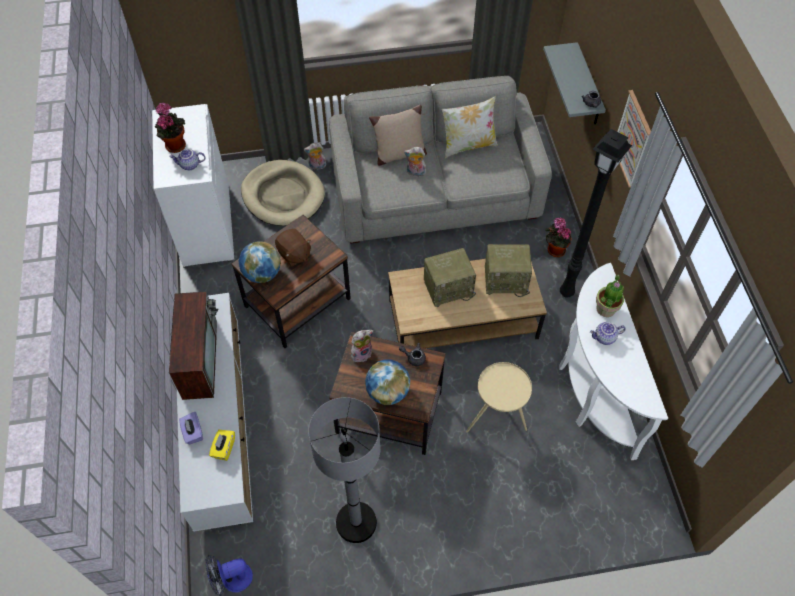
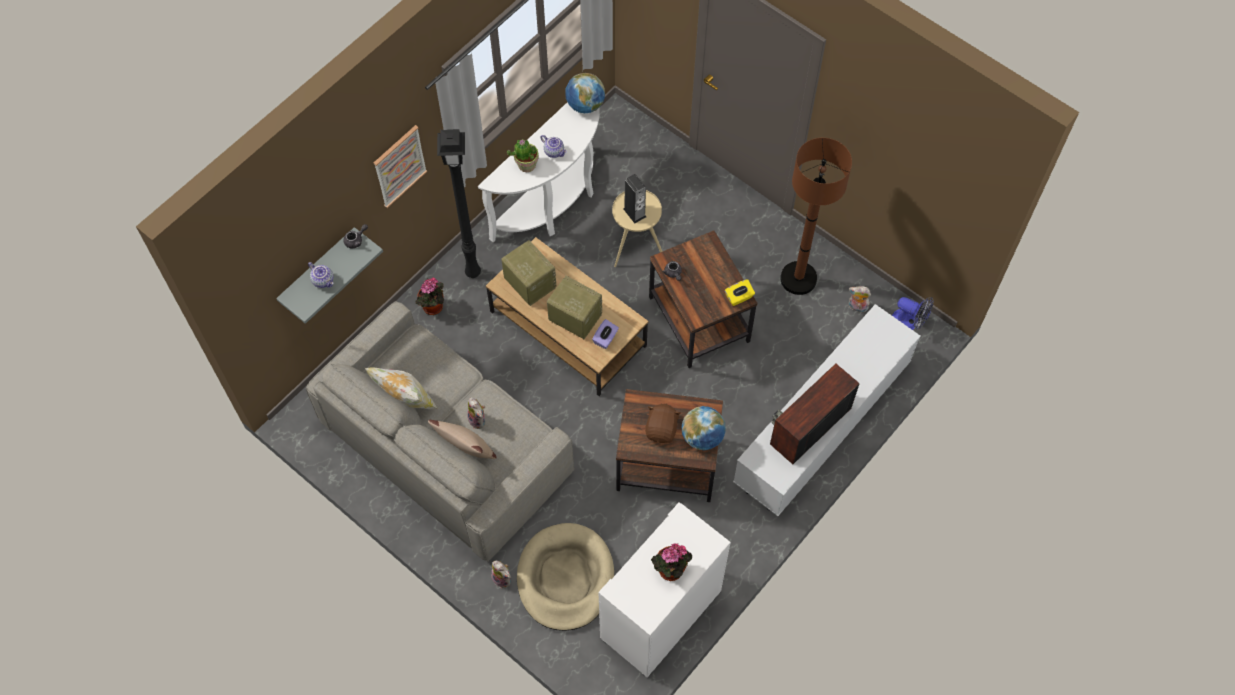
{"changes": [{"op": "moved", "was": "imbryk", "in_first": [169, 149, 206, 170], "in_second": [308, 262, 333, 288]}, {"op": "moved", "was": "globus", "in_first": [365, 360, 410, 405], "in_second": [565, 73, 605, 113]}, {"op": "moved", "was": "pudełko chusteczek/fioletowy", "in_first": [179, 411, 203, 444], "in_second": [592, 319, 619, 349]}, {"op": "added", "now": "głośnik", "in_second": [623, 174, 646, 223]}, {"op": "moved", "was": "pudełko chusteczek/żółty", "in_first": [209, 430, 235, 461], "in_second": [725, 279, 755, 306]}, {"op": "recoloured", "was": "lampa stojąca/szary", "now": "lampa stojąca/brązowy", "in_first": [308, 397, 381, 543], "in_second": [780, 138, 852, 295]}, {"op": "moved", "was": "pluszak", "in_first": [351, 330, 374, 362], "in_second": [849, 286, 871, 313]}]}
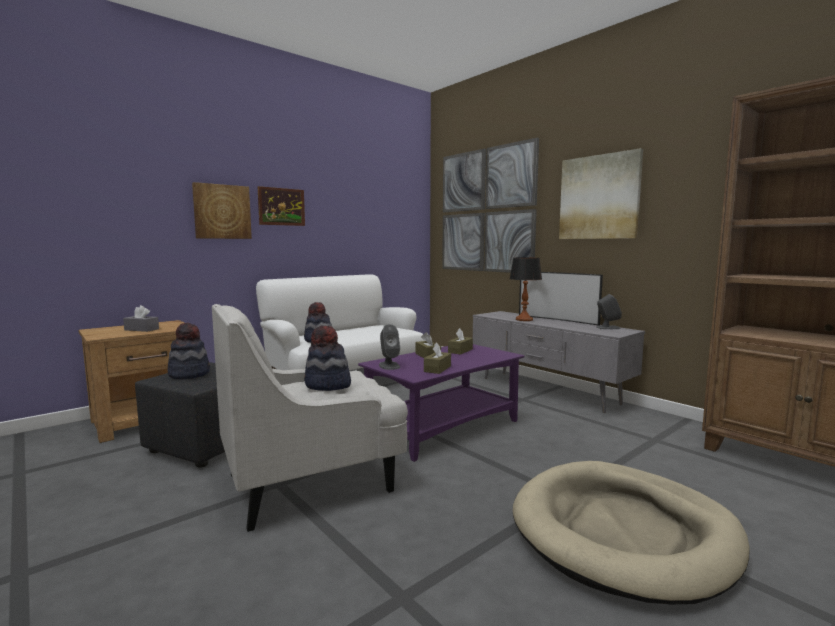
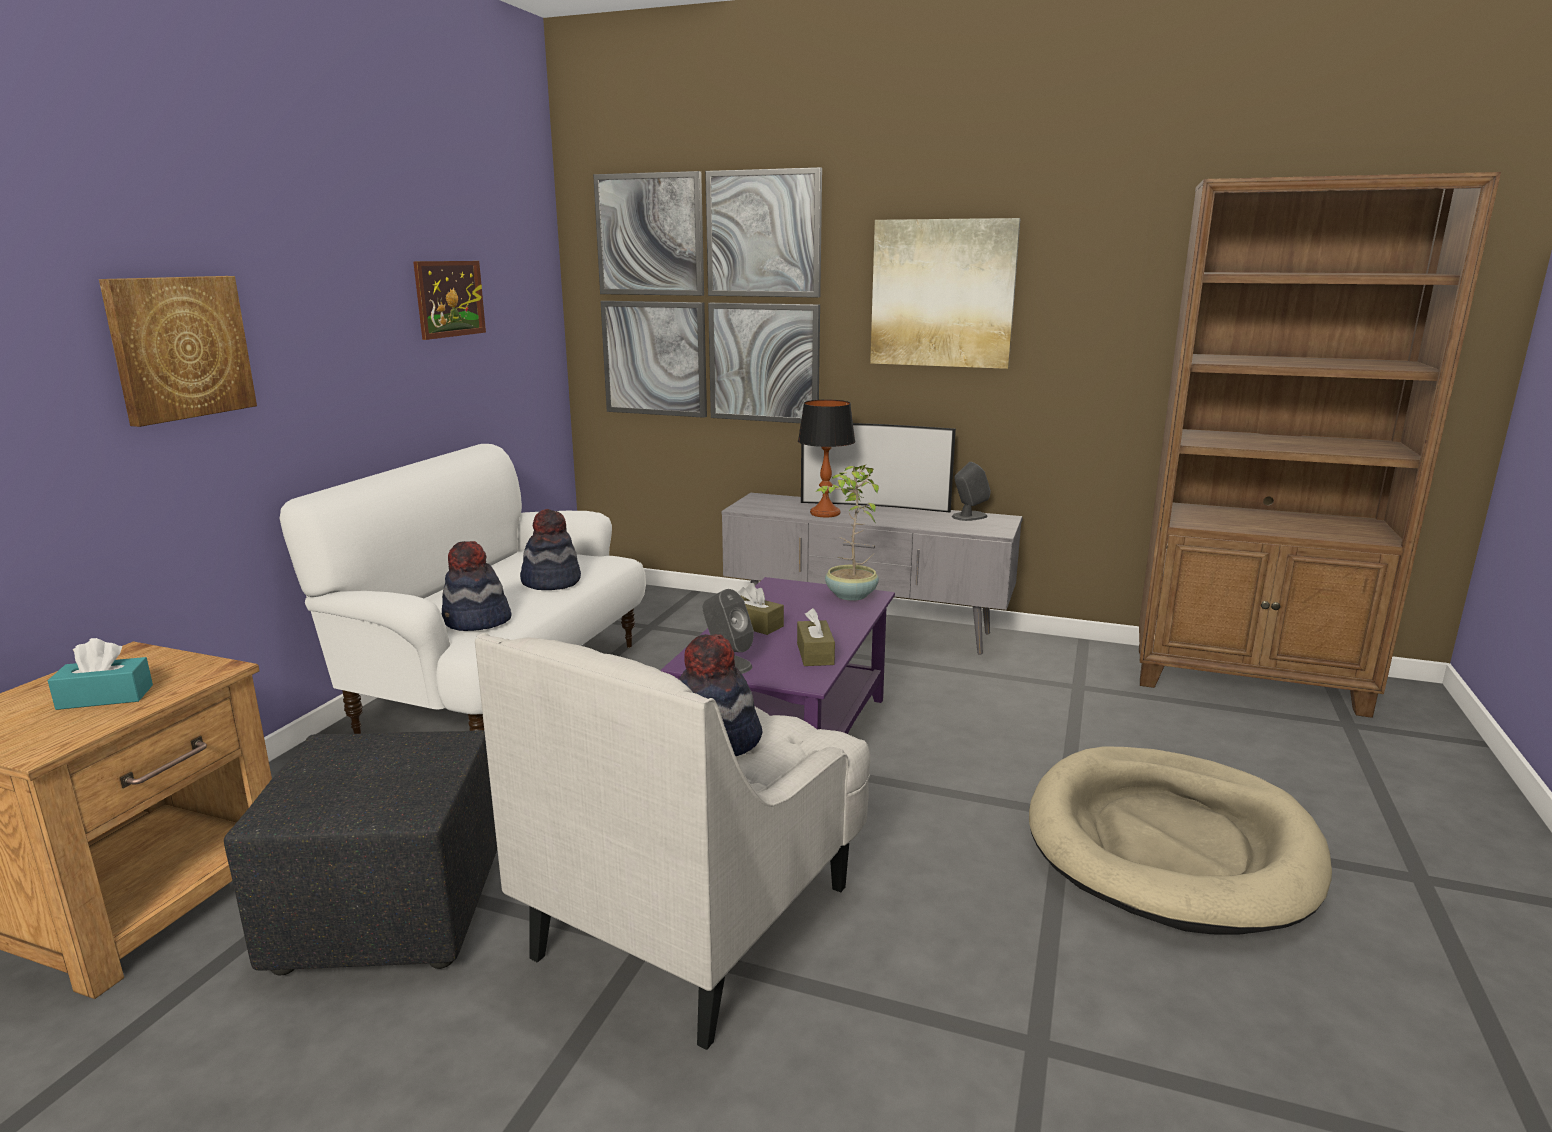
{"changes": [{"op": "recoloured", "was": "pudełko chusteczek/szary", "now": "pudełko chusteczek/turkusowy", "in_first": [123, 305, 159, 332], "in_second": [48, 638, 153, 710]}, {"op": "moved", "was": "obraz", "in_first": [257, 186, 305, 226], "in_second": [413, 261, 486, 340]}, {"op": "moved", "was": "kapelusz", "in_first": [168, 323, 210, 379], "in_second": [520, 509, 581, 590]}, {"op": "added", "now": "roślina doniczkowa", "in_second": [817, 465, 879, 601]}, {"op": "removed", "was": "pudełko chusteczek/brązowy", "in_first": [448, 328, 473, 355]}]}
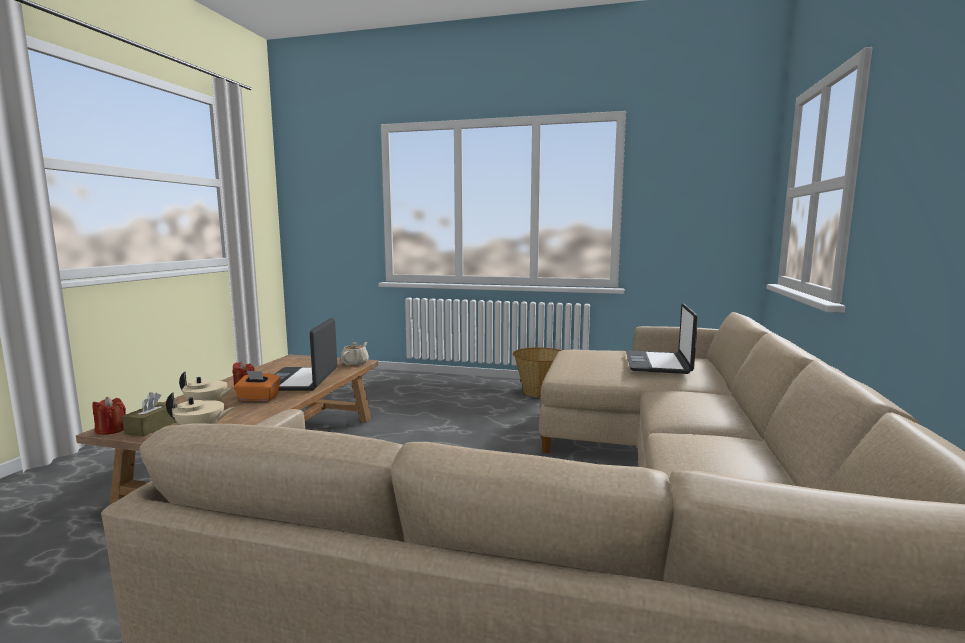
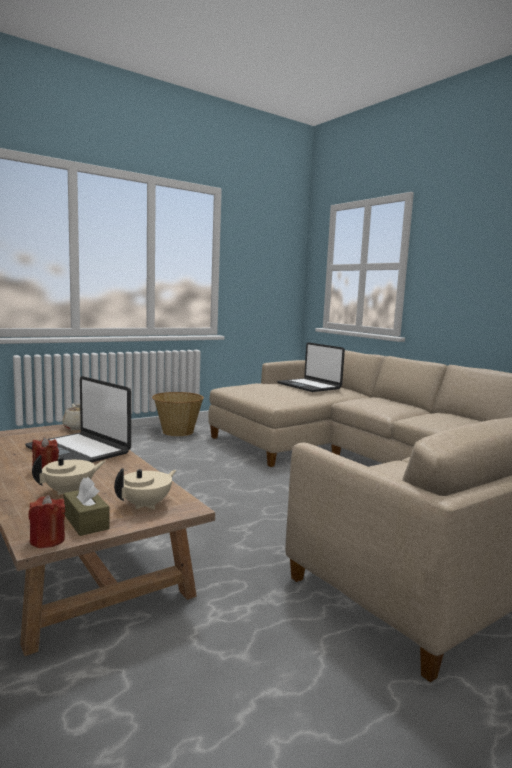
{"changes": [{"op": "removed", "was": "pudełko chusteczek/pomarańczowy", "in_first": [234, 370, 281, 401]}]}
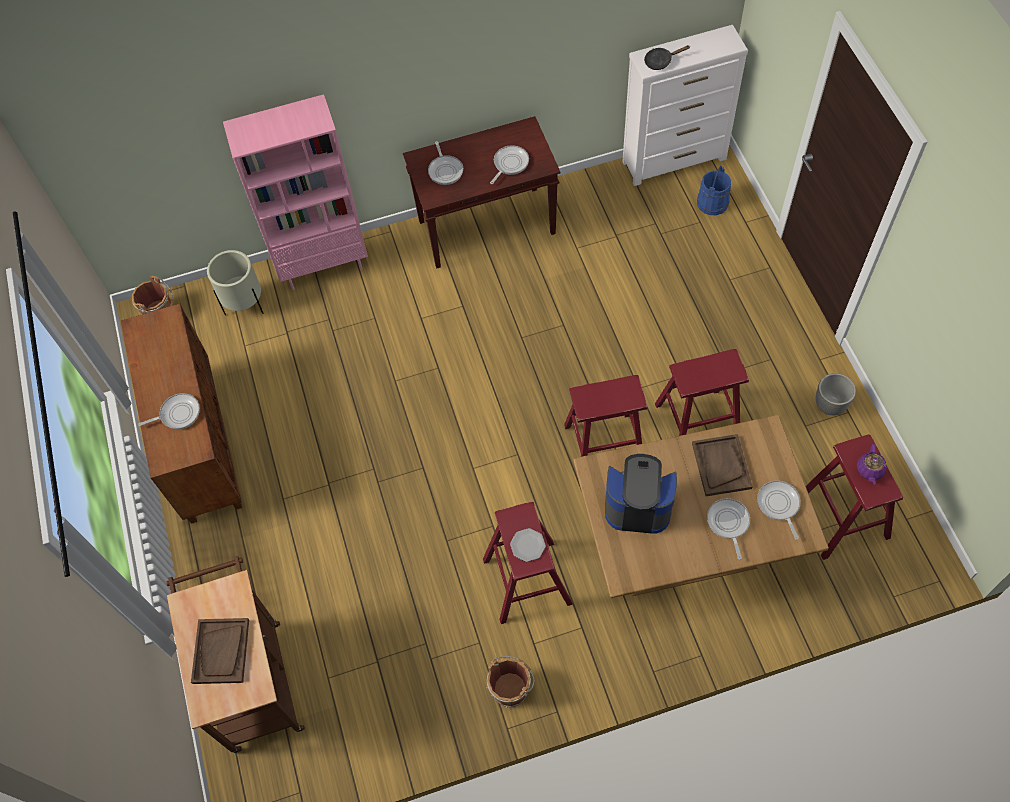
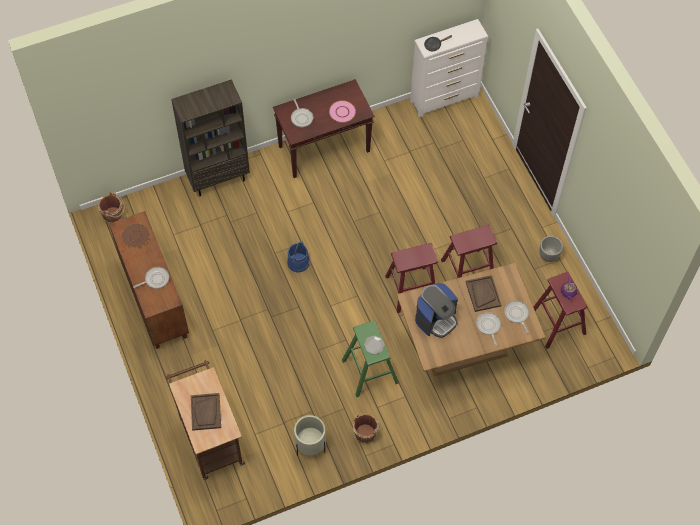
{"changes": [{"op": "added", "now": "talerz/brązowy", "in_second": [121, 223, 150, 248]}, {"op": "recoloured", "was": "regał/różowy", "now": "regał/brązowy", "in_first": [223, 94, 368, 290], "in_second": [171, 79, 250, 196]}, {"op": "moved", "was": "wiadro/niebieski", "in_first": [697, 166, 731, 215], "in_second": [287, 241, 309, 272]}, {"op": "moved", "was": "donica/beżowy", "in_first": [207, 250, 263, 315], "in_second": [294, 415, 326, 456]}, {"op": "replaced", "was": "patelnia", "now": "talerz/różowy", "in_first": [490, 145, 529, 184], "in_second": [329, 100, 356, 123]}, {"op": "recoloured", "was": "stołek/czerwony", "now": "stołek/zielony", "in_first": [483, 502, 573, 624], "in_second": [342, 321, 399, 397]}, {"op": "turned", "was": "ekspres do kawy", "in_first": [605, 454, 677, 534], "in_second": [415, 283, 458, 338], "clockwise": 135}]}
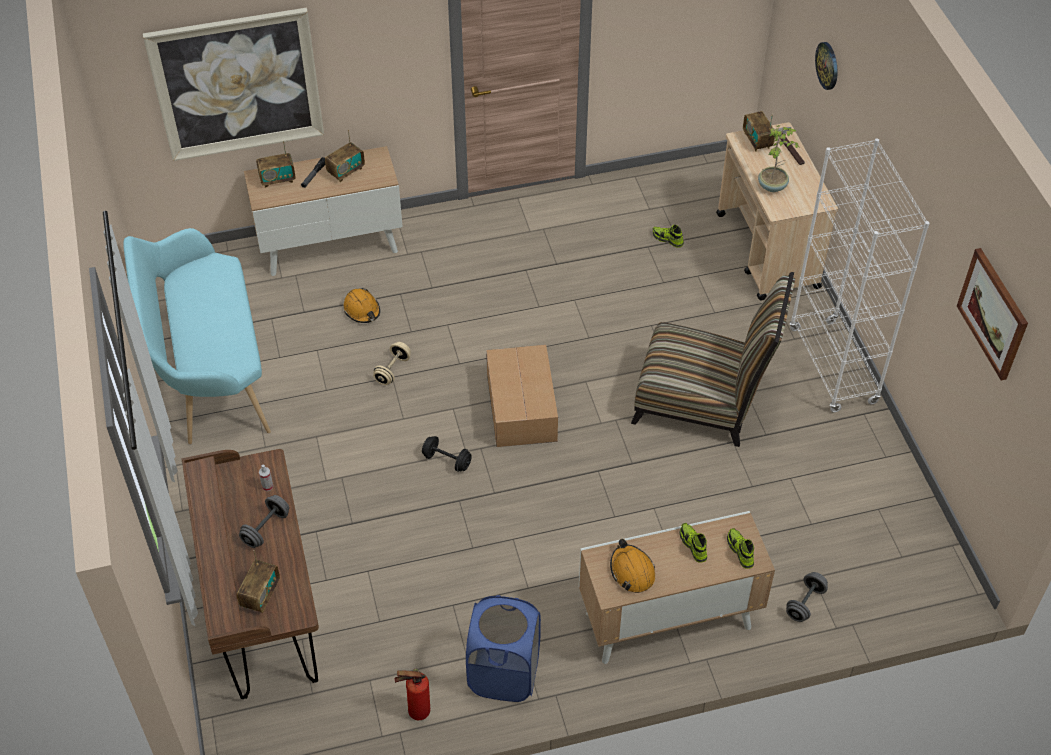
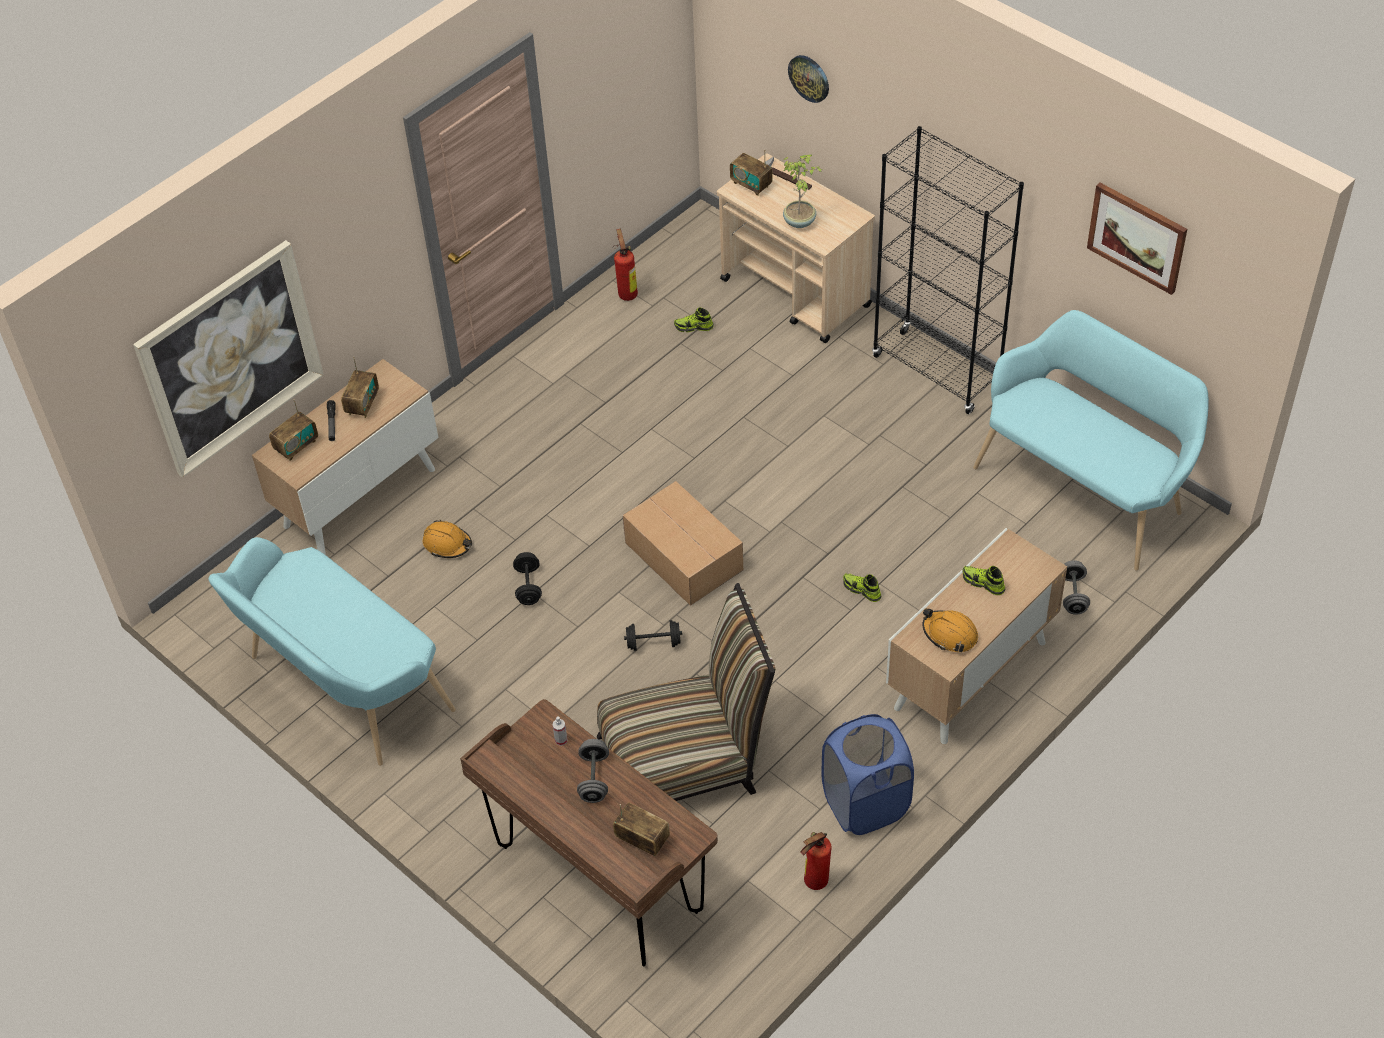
{"changes": [{"op": "recoloured", "was": "hantel/beżowy", "now": "hantel/czarny", "in_first": [373, 342, 411, 385], "in_second": [513, 552, 542, 605]}, {"op": "moved", "was": "krzesło", "in_first": [631, 272, 795, 447], "in_second": [597, 583, 776, 801]}, {"op": "added", "now": "gaśnica", "in_second": [613, 229, 638, 301]}, {"op": "turned", "was": "radio", "in_first": [237, 550, 280, 613], "in_second": [613, 802, 670, 856], "clockwise": -45}, {"op": "moved", "was": "but", "in_first": [727, 528, 754, 569], "in_second": [843, 573, 881, 602]}, {"op": "recoloured", "was": "regał/biały", "now": "regał/czarny", "in_first": [789, 138, 930, 412], "in_second": [872, 126, 1024, 414]}, {"op": "added", "now": "ławka/turkusowy", "in_second": [973, 310, 1209, 571]}]}
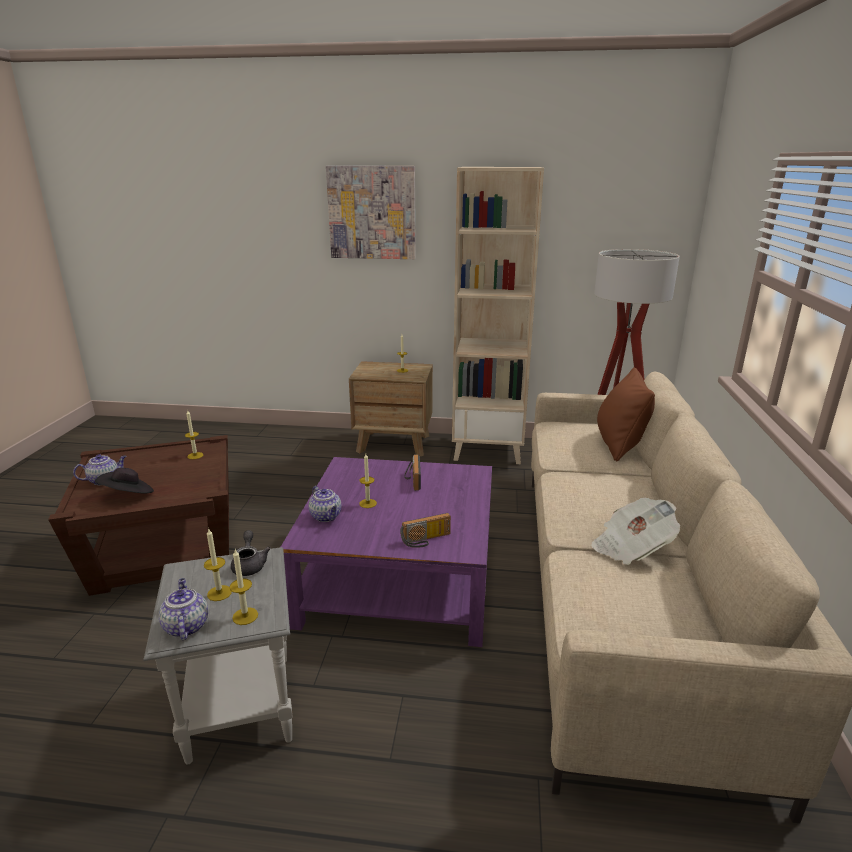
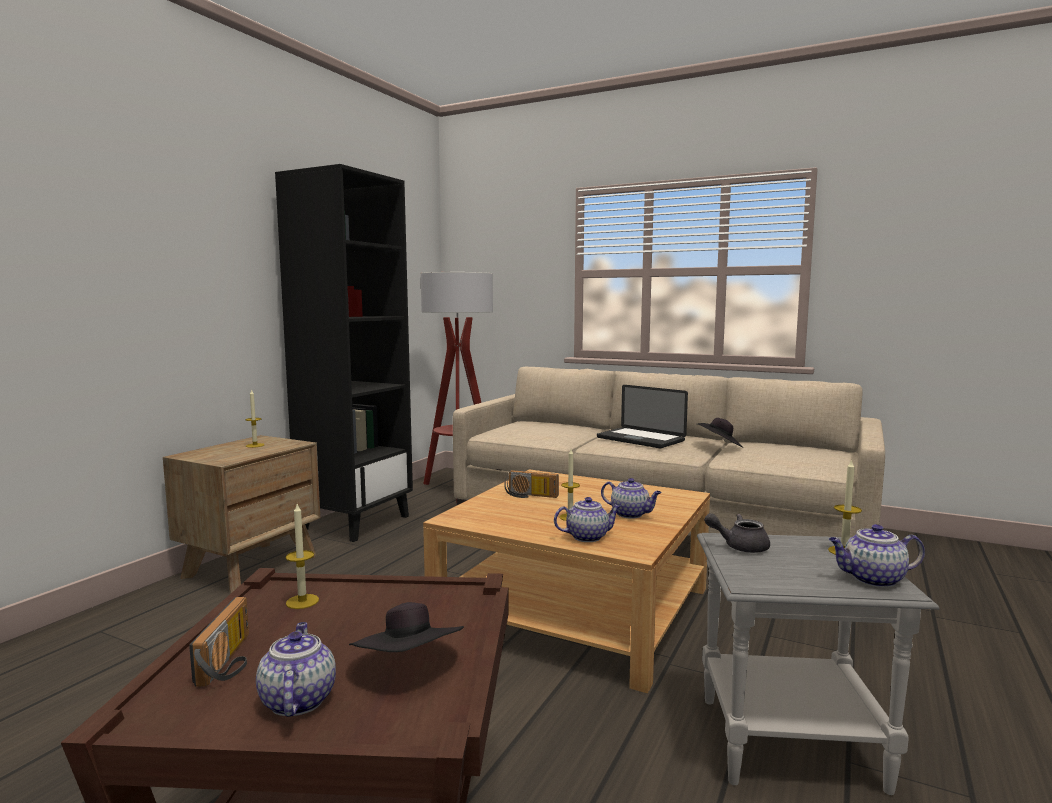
{"changes": [{"op": "moved", "was": "radio", "in_first": [400, 513, 451, 548], "in_second": [189, 597, 249, 686]}, {"op": "recoloured", "was": "regał/beżowy", "now": "regał/czarny", "in_first": [452, 167, 544, 464], "in_second": [275, 164, 413, 542]}, {"op": "recoloured", "was": "ława/fioletowy", "now": "ława/beżowy", "in_first": [280, 457, 492, 647], "in_second": [423, 469, 710, 694]}, {"op": "added", "now": "laptop", "in_second": [597, 385, 688, 448]}, {"op": "added", "now": "imbryk", "in_second": [601, 478, 662, 519]}, {"op": "replaced", "was": "gazeta", "now": "kapelusz/czarny", "in_first": [591, 497, 680, 565], "in_second": [697, 418, 743, 448]}, {"op": "removed", "was": "świeca", "in_first": [204, 528, 232, 601]}, {"op": "removed", "was": "obraz", "in_first": [326, 166, 415, 259]}, {"op": "removed", "was": "poduszka/brązowy", "in_first": [597, 368, 655, 461]}]}
